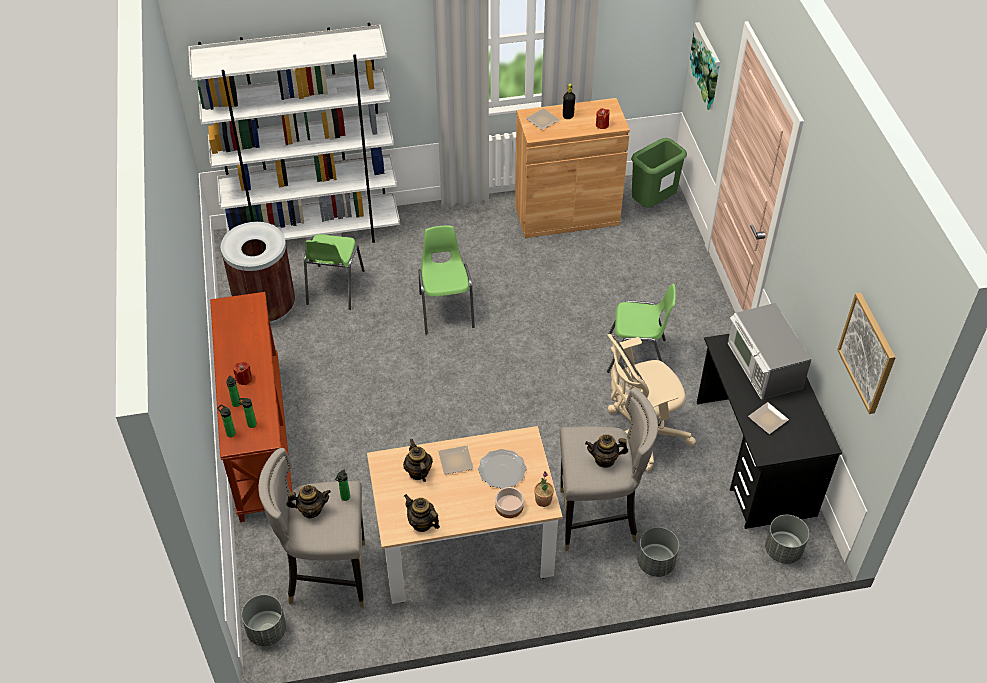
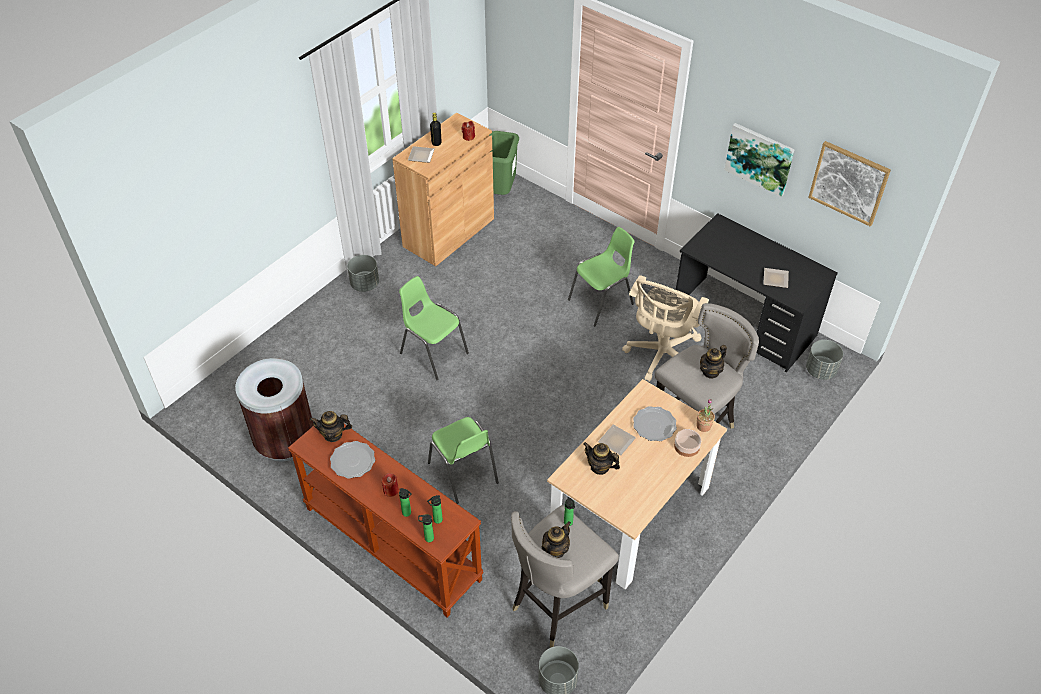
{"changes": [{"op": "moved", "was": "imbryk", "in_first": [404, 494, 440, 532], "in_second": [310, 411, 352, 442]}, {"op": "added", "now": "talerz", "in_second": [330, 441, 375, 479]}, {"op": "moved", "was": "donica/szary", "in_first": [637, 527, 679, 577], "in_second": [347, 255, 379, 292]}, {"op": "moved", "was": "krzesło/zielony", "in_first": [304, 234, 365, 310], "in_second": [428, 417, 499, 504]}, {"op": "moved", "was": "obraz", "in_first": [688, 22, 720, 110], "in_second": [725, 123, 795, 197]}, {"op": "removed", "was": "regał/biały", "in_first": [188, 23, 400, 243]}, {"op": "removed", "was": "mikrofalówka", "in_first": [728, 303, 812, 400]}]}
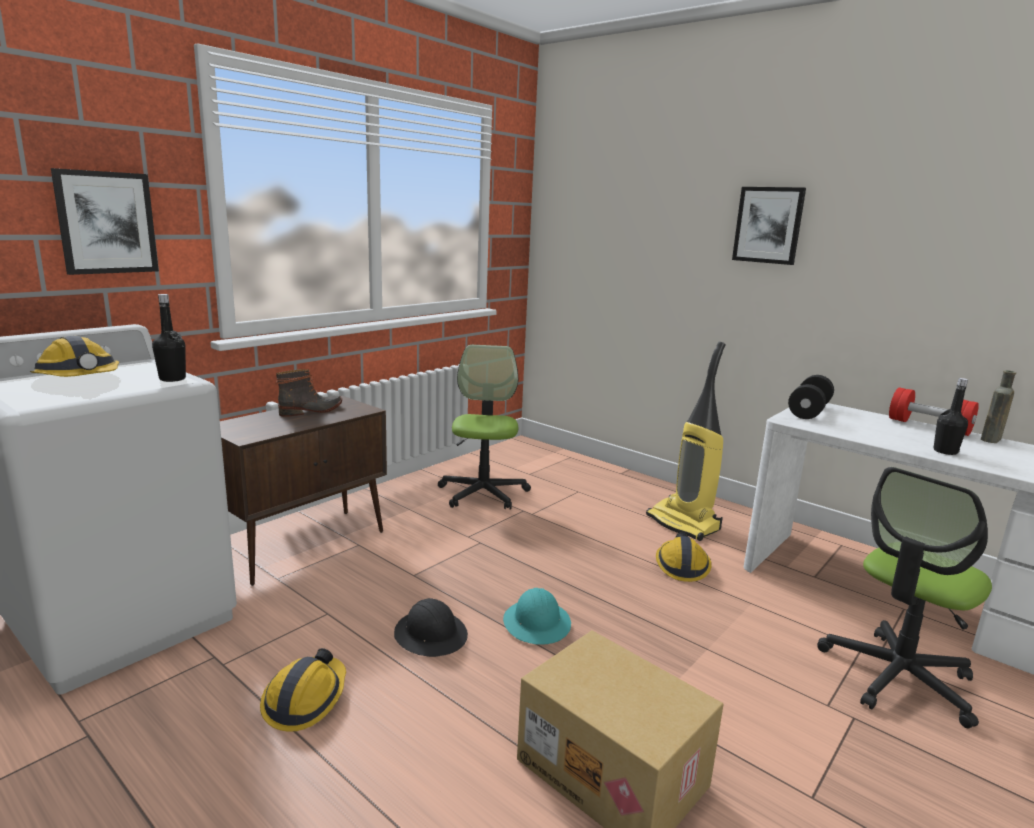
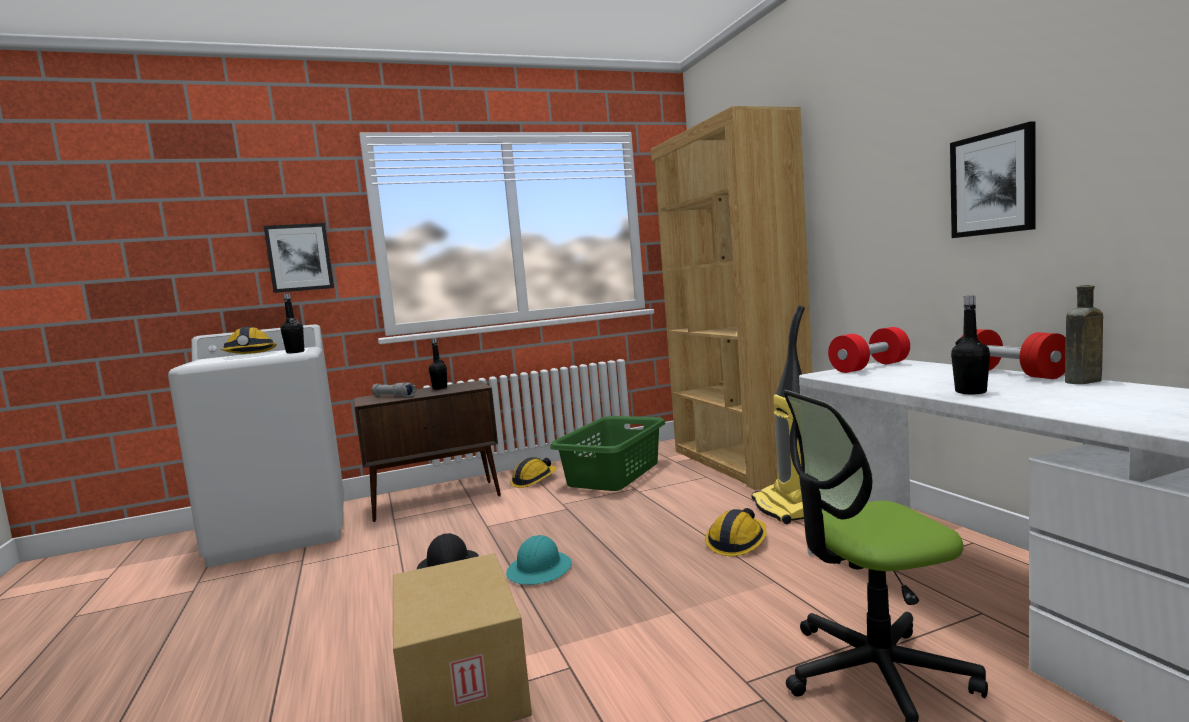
{"changes": [{"op": "added", "now": "latarka/szary", "in_second": [371, 382, 416, 397]}, {"op": "replaced", "was": "but z cholewką", "now": "butelka/czarny", "in_first": [276, 369, 342, 417], "in_second": [429, 338, 447, 390]}, {"op": "moved", "was": "kask", "in_first": [260, 648, 346, 732], "in_second": [510, 457, 557, 488]}, {"op": "replaced", "was": "krzesło biurowe", "now": "kosz na pranie/zielony", "in_first": [438, 345, 531, 509], "in_second": [550, 416, 666, 491]}, {"op": "added", "now": "regał/brązowy", "in_second": [651, 106, 813, 490]}, {"op": "recoloured", "was": "hantel/czarny", "now": "hantel/czerwony", "in_first": [788, 375, 834, 419], "in_second": [828, 327, 910, 373]}, {"op": "moved", "was": "obraz", "in_first": [732, 187, 806, 265], "in_second": [950, 121, 1036, 238]}]}
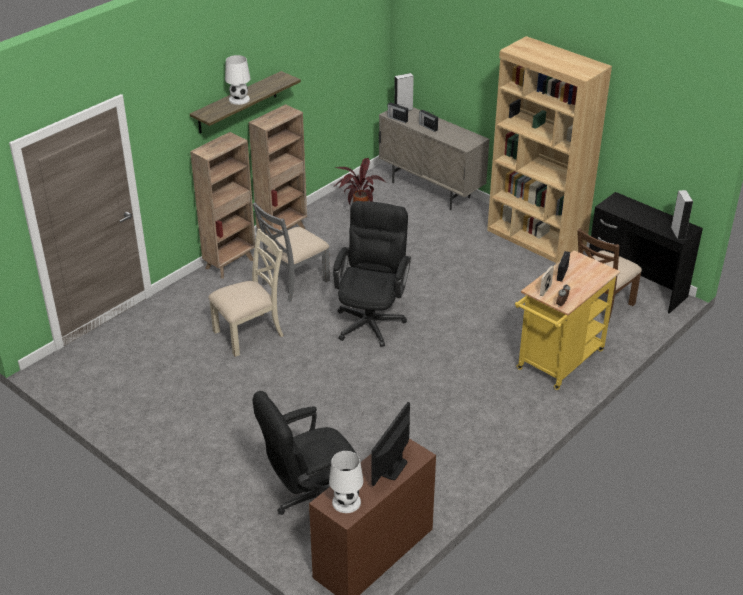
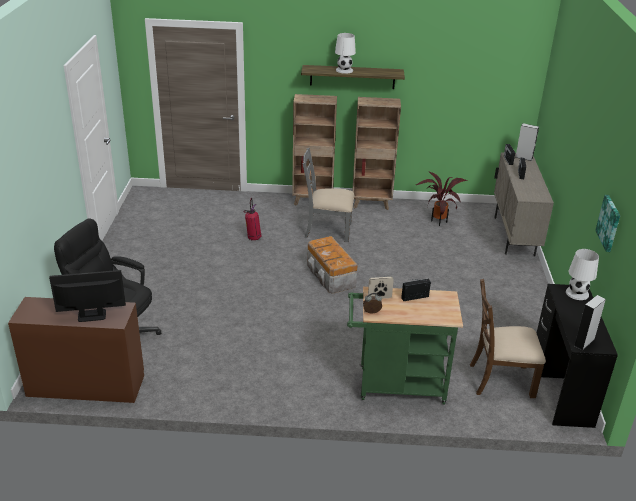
{"changes": [{"op": "replaced", "was": "krzesło/beżowy", "now": "gaśnica", "in_first": [208, 229, 284, 357], "in_second": [243, 198, 261, 240]}, {"op": "replaced", "was": "krzesło biurowe/czarny", "now": "pojemnik do przechowywania", "in_first": [333, 201, 411, 347], "in_second": [307, 236, 358, 294]}, {"op": "recoloured", "was": "wózek/żółty", "now": "wózek/zielony", "in_first": [515, 250, 620, 390], "in_second": [347, 287, 463, 405]}, {"op": "moved", "was": "lampa stołowa/biały", "in_first": [329, 451, 364, 513], "in_second": [566, 249, 599, 300]}, {"op": "added", "now": "obraz", "in_second": [595, 195, 620, 252]}, {"op": "removed", "was": "regał/brązowy", "in_first": [487, 36, 612, 264]}]}
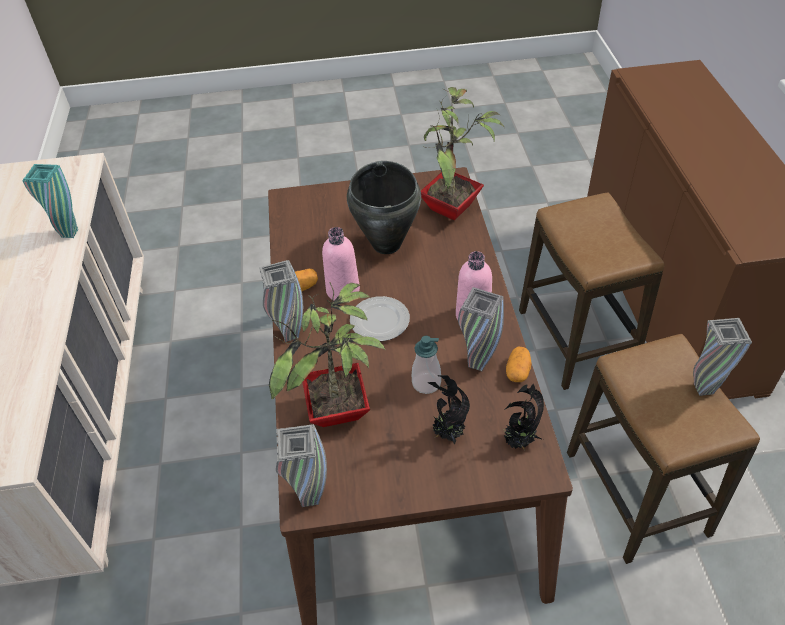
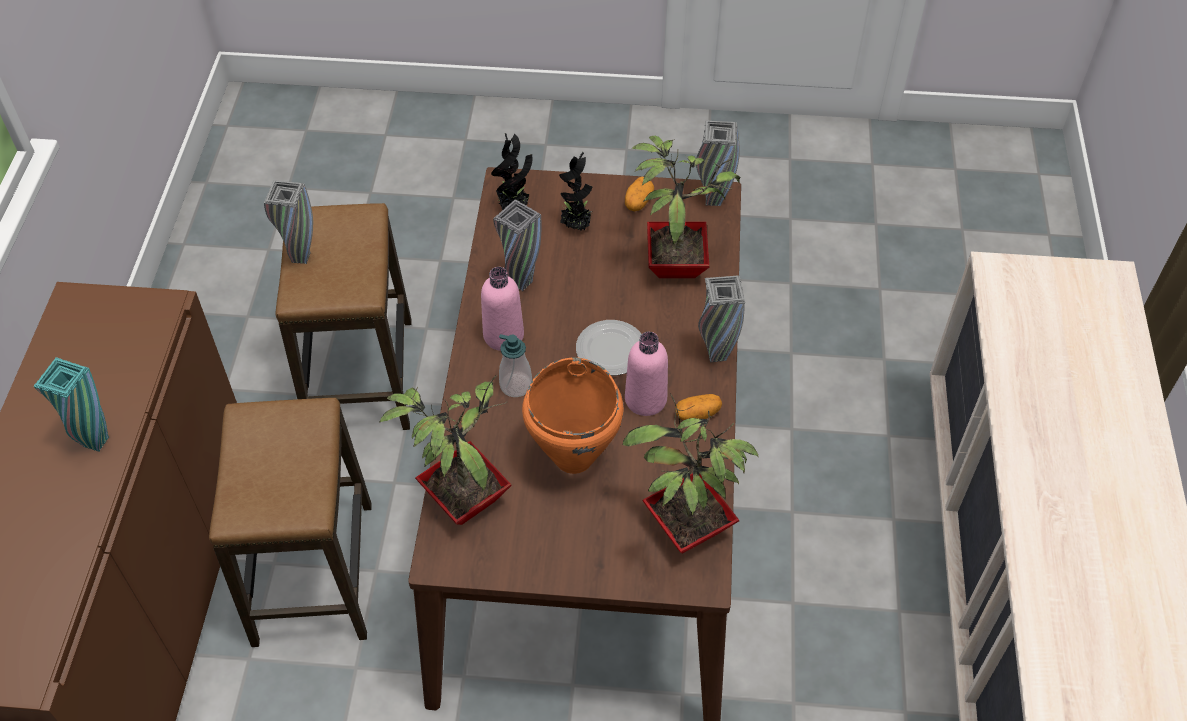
{"changes": [{"op": "moved", "was": "wazon/turkusowy", "in_first": [22, 164, 78, 238], "in_second": [33, 357, 109, 452]}, {"op": "moved", "was": "dozownik mydła", "in_first": [412, 336, 441, 394], "in_second": [499, 334, 532, 397]}, {"op": "recoloured", "was": "garnek/czarny", "now": "garnek/pomarańczowy", "in_first": [347, 161, 421, 254], "in_second": [522, 357, 624, 474]}, {"op": "added", "now": "roślina doniczkowa", "in_second": [623, 393, 759, 553]}, {"op": "moved", "was": "ziemniak", "in_first": [506, 347, 531, 382], "in_second": [625, 177, 654, 211]}]}
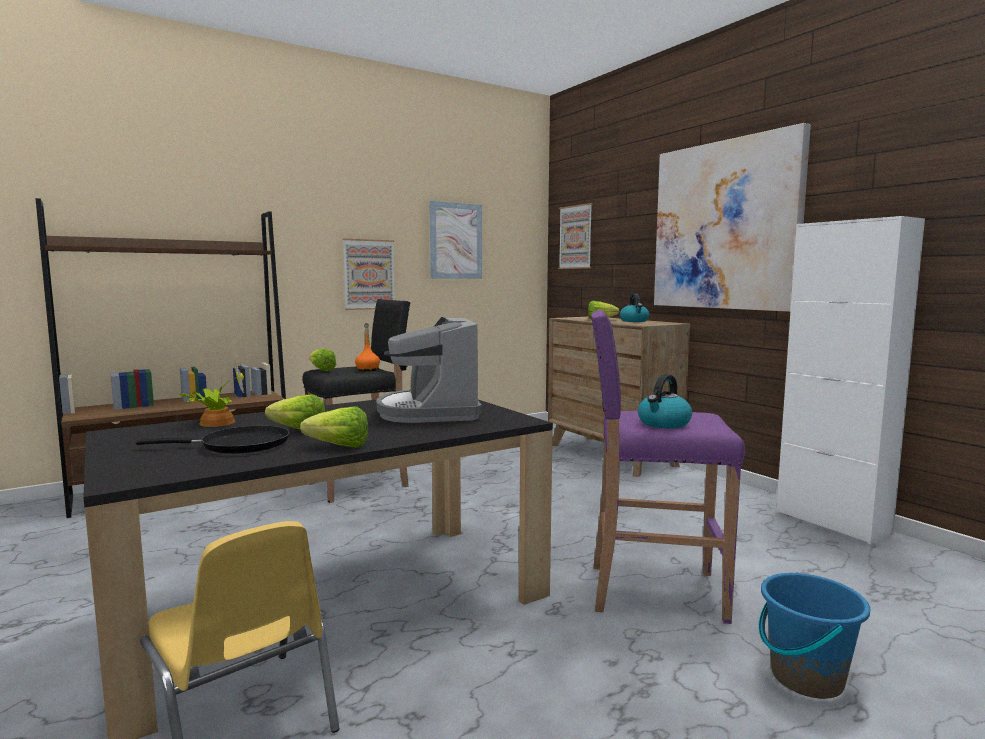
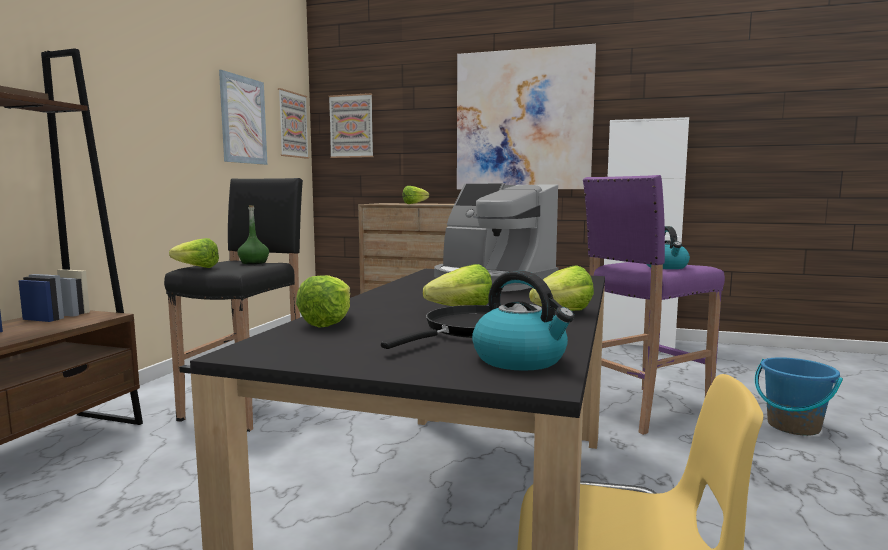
{"changes": [{"op": "recoloured", "was": "butelka/pomarańczowy", "now": "butelka/zielony", "in_first": [355, 323, 380, 371], "in_second": [237, 205, 269, 264]}, {"op": "moved", "was": "obraz", "in_first": [343, 239, 395, 310], "in_second": [278, 88, 309, 159]}, {"op": "replaced", "was": "roślina doniczkowa", "now": "sałata", "in_first": [179, 361, 244, 427], "in_second": [296, 275, 350, 328]}, {"op": "moved", "was": "czajnik", "in_first": [620, 294, 649, 322], "in_second": [472, 270, 574, 371]}]}
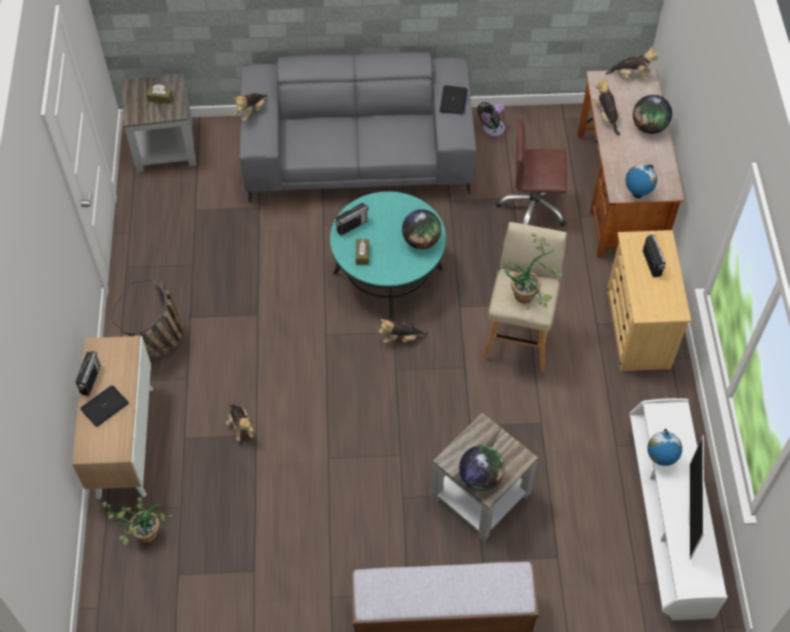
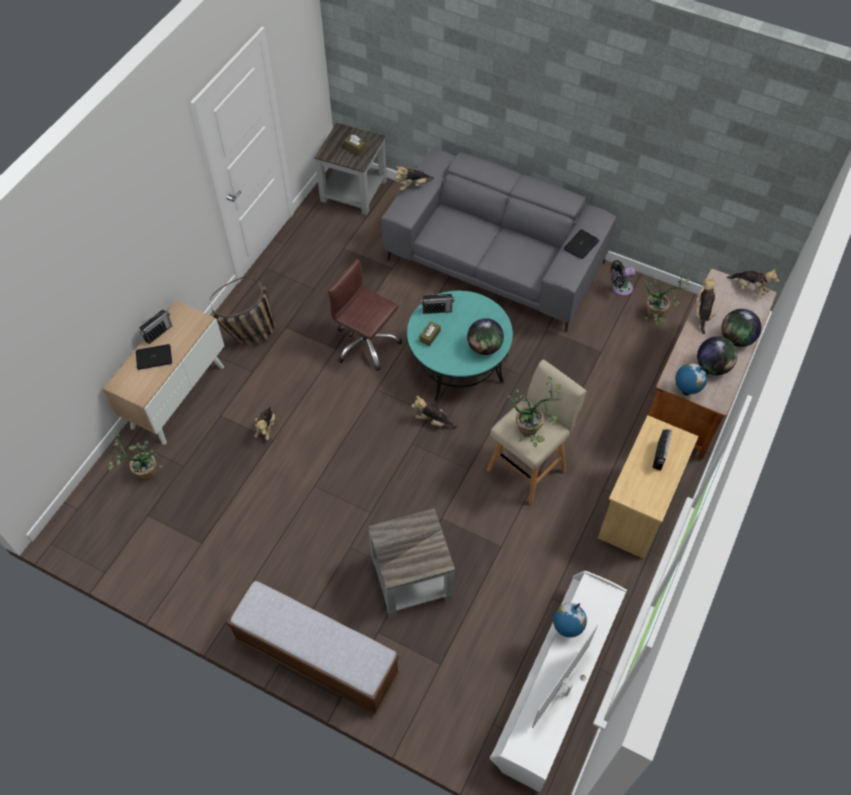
{"changes": [{"op": "moved", "was": "krzesło biurowe/brązowy", "in_first": [496, 119, 567, 227], "in_second": [328, 258, 402, 371]}, {"op": "added", "now": "roślina doniczkowa", "in_second": [644, 269, 690, 325]}, {"op": "moved", "was": "globus", "in_first": [459, 445, 505, 491], "in_second": [697, 336, 738, 375]}]}
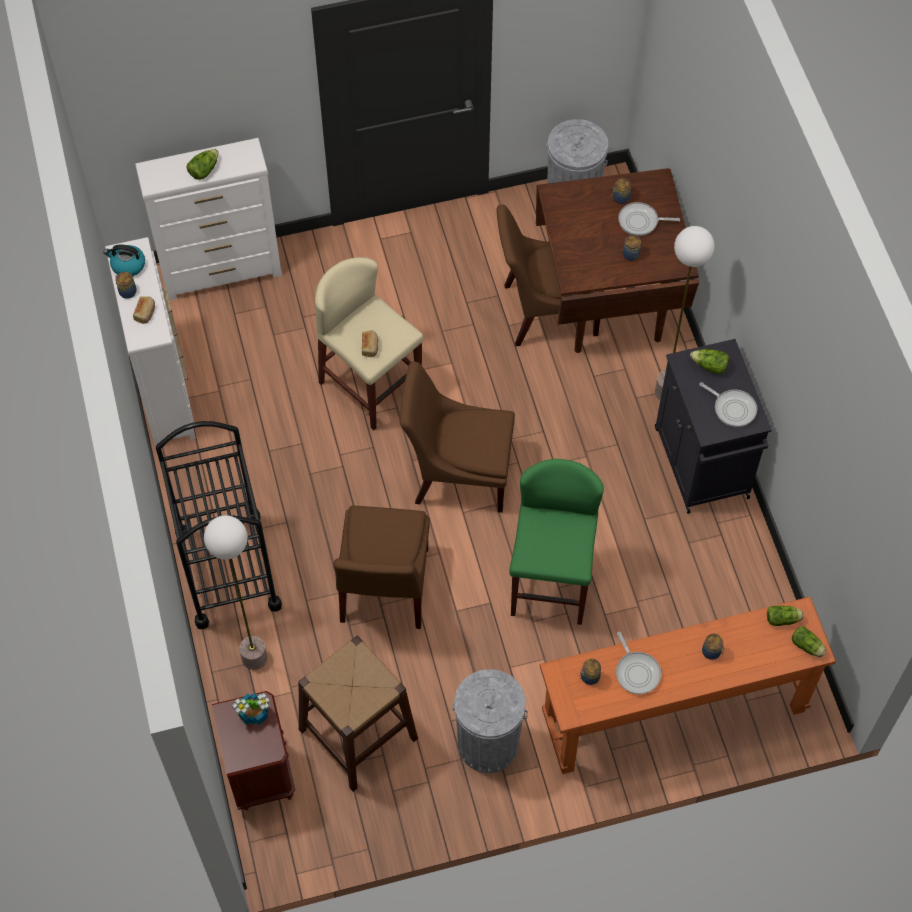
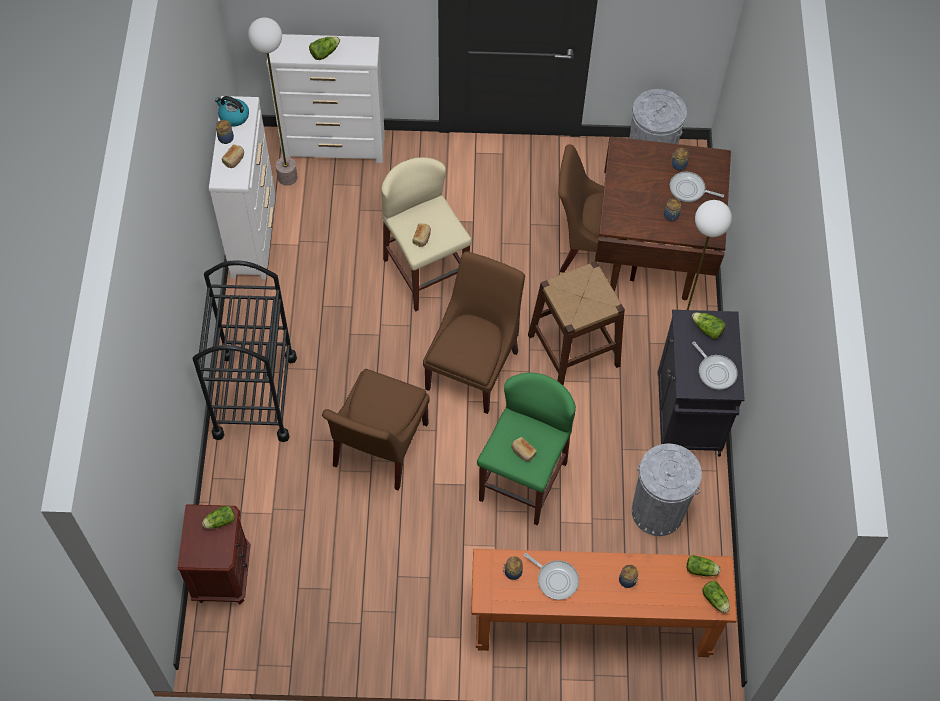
{"changes": [{"op": "replaced", "was": "roślina doniczkowa", "now": "sałata", "in_first": [232, 693, 270, 725], "in_second": [202, 506, 235, 529]}, {"op": "moved", "was": "lampa stojąca", "in_first": [204, 515, 267, 670], "in_second": [248, 17, 298, 186]}, {"op": "turned", "was": "krzesło/brązowy", "in_first": [400, 361, 515, 513], "in_second": [423, 252, 525, 414], "clockwise": 90}, {"op": "added", "now": "chleb", "in_second": [511, 437, 537, 461]}, {"op": "turned", "was": "patelnia", "in_first": [616, 632, 661, 695], "in_second": [524, 553, 579, 600], "clockwise": -45}, {"op": "moved", "was": "stołek/brązowy", "in_first": [298, 636, 418, 791], "in_second": [528, 261, 625, 386]}, {"op": "moved", "was": "kosz na śmieci/szary", "in_first": [452, 669, 528, 773], "in_second": [632, 443, 702, 536]}]}
